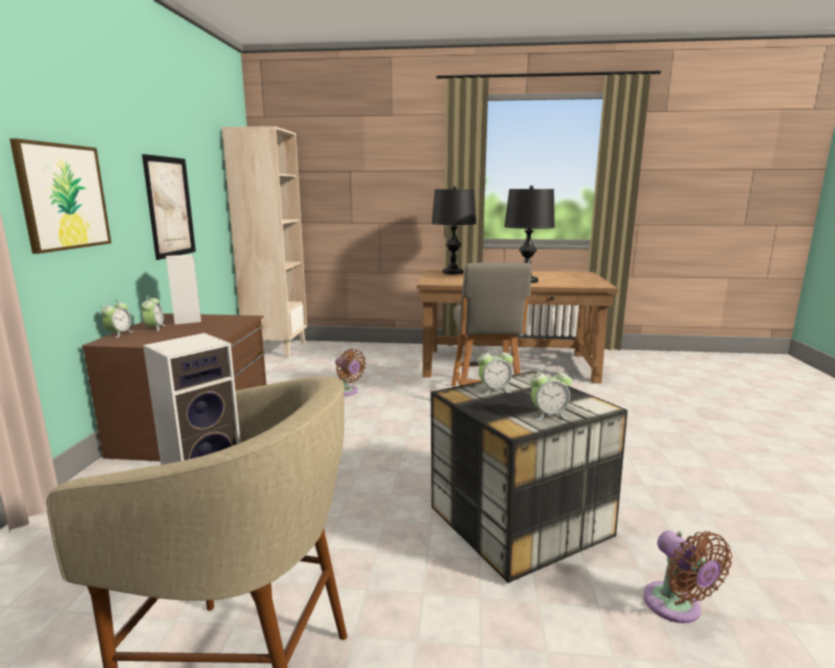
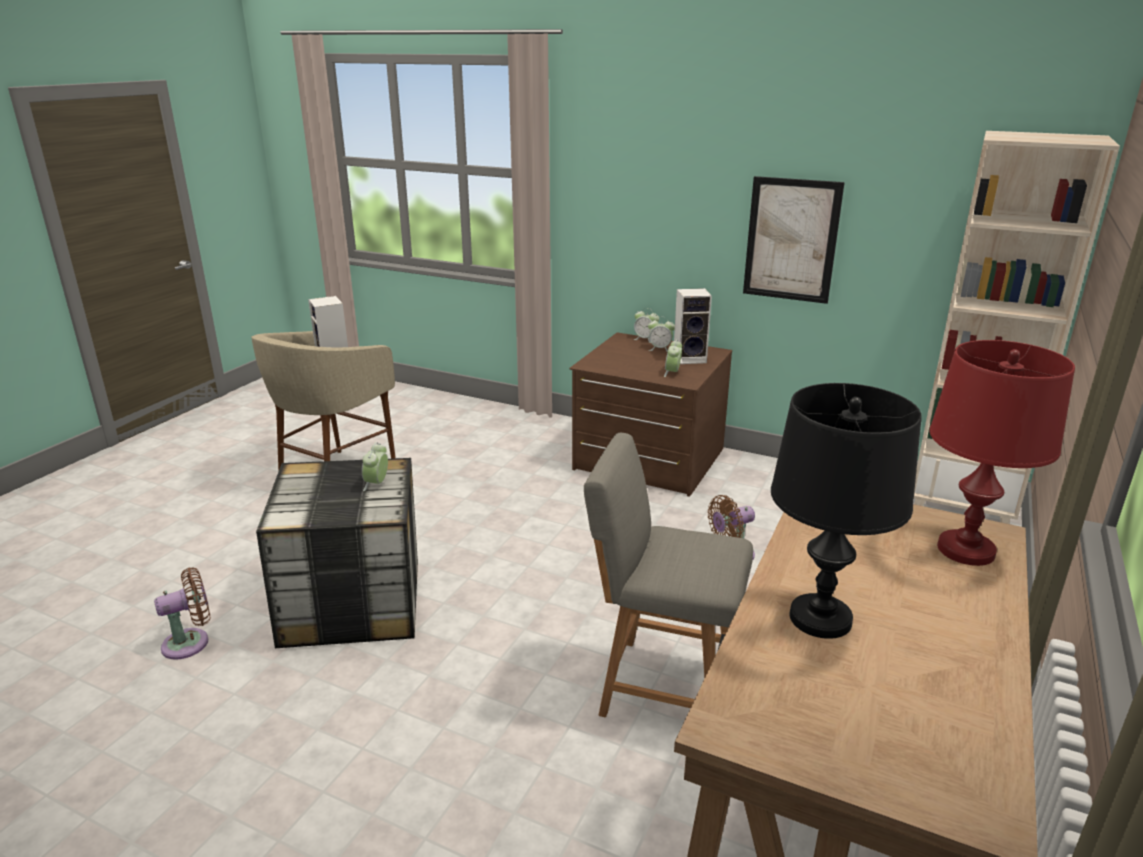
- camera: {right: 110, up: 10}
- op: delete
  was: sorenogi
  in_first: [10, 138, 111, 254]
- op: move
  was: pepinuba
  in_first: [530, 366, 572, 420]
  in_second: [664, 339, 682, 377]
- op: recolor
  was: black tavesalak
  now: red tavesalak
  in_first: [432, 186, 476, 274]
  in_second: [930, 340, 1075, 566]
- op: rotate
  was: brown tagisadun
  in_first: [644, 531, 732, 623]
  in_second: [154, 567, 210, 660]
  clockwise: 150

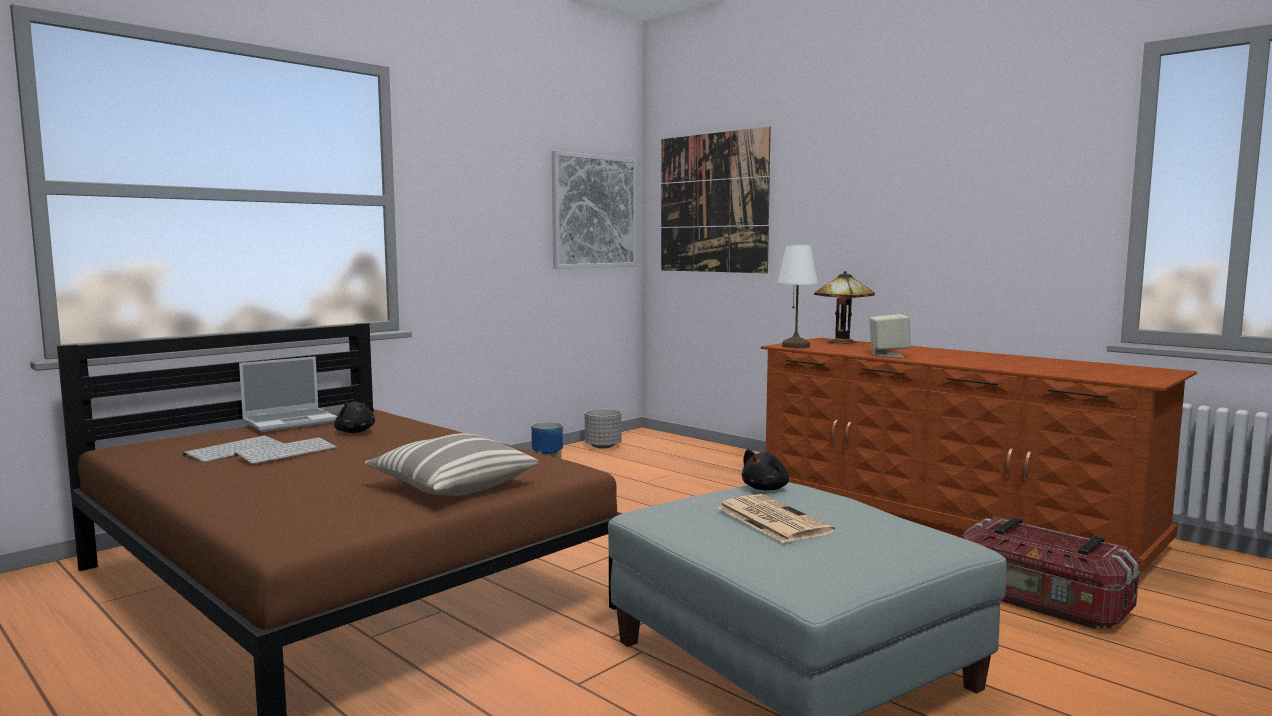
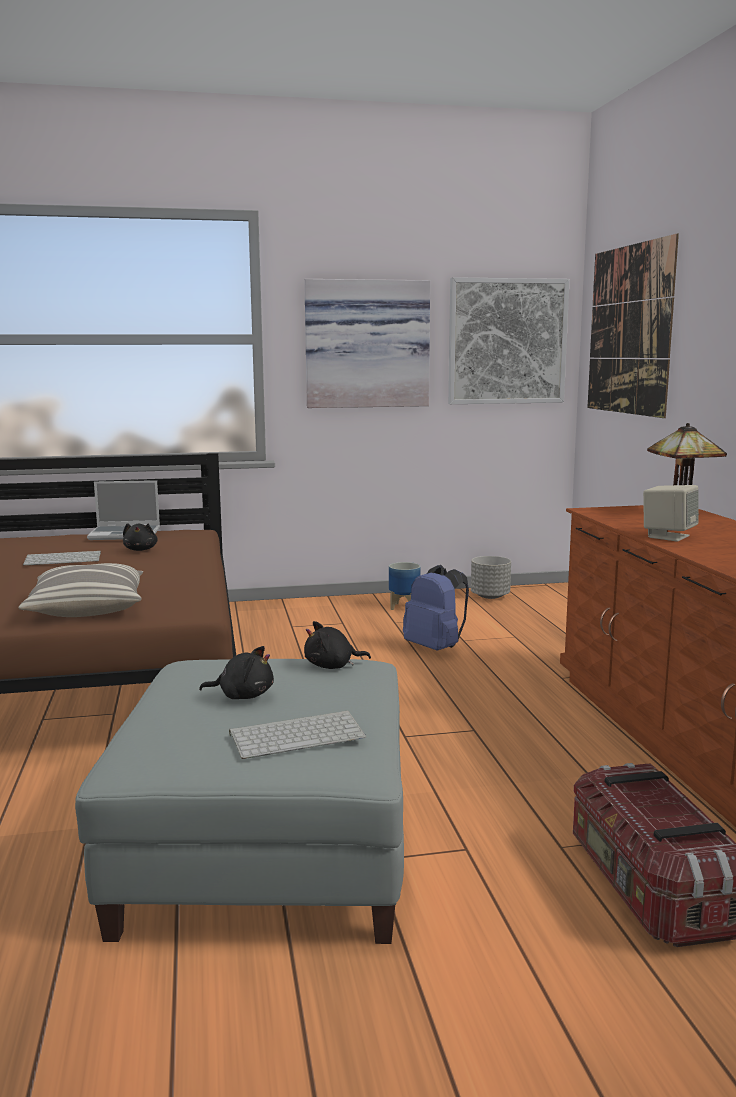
- camera: {right: 35, up: 5}
- op: delete
  was: white tavesalak
  in_first: [777, 245, 818, 348]
- op: insert
  now: sorenogi
  in_second: [304, 279, 430, 408]
- op: insert
  now: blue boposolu
  in_second: [403, 565, 469, 651]
- op: move
  was: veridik
  in_first: [182, 436, 284, 462]
  in_second: [229, 711, 366, 759]
- op: replace
  was: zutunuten
  now: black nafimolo
  in_first: [718, 494, 835, 543]
  in_second: [199, 646, 274, 699]

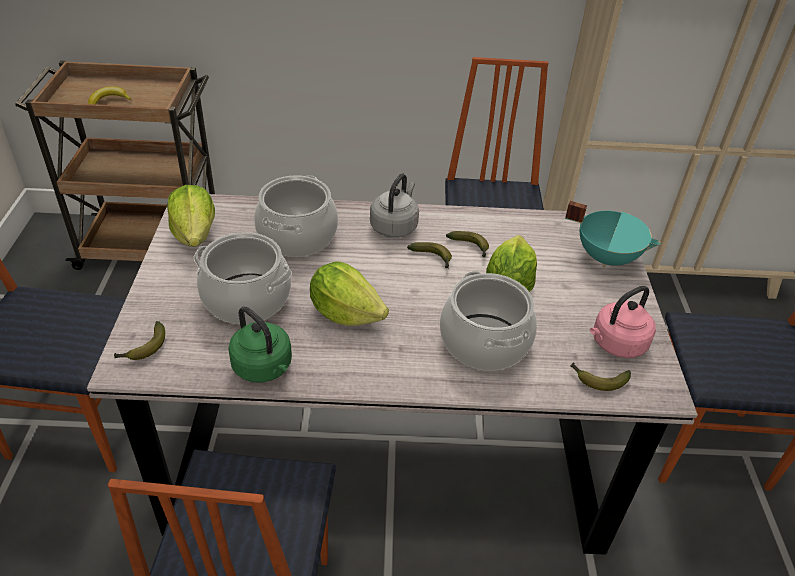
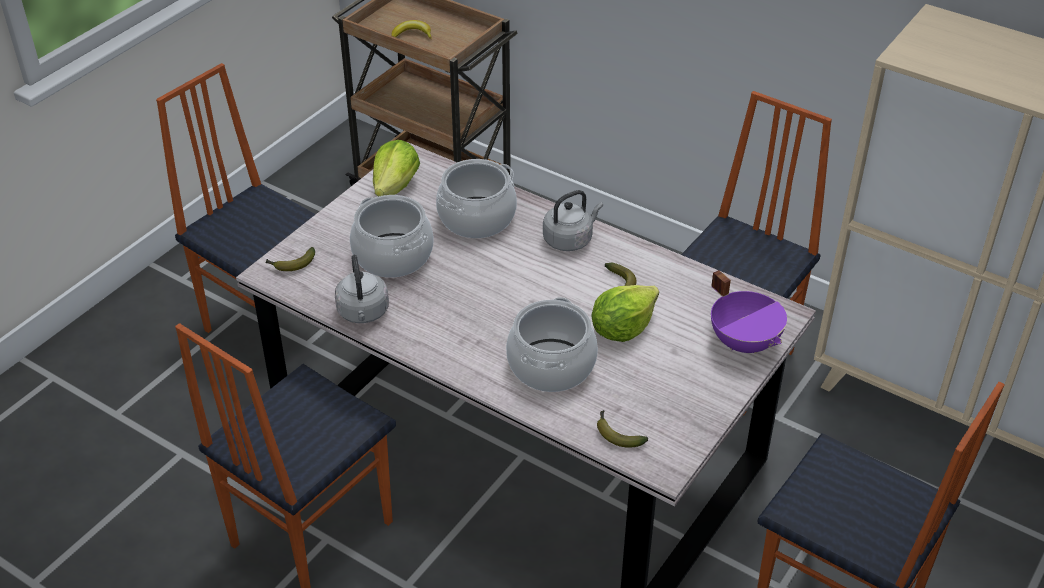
- camera: {right: 35, up: 0}
- op: delete
  was: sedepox
  in_first: [310, 262, 389, 326]
- op: delete
  was: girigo
  in_first: [407, 242, 452, 269]
- op: delete
  was: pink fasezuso
  in_first: [590, 286, 656, 358]
- op: recolor
  was: green fasezuso
  now: grey fasezuso
  in_first: [228, 307, 292, 383]
  in_second: [335, 255, 389, 323]
- op: recolor
  was: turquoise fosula
  now: purple fosula
  in_first: [565, 201, 661, 268]
  in_second: [711, 270, 787, 354]

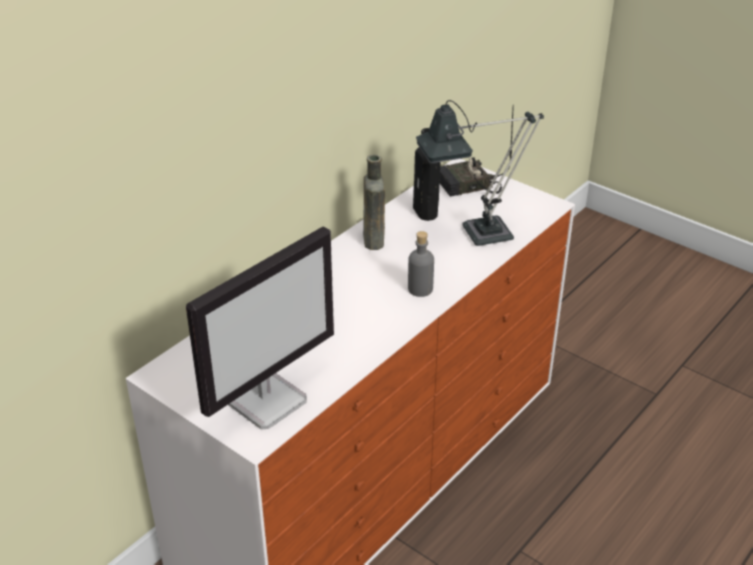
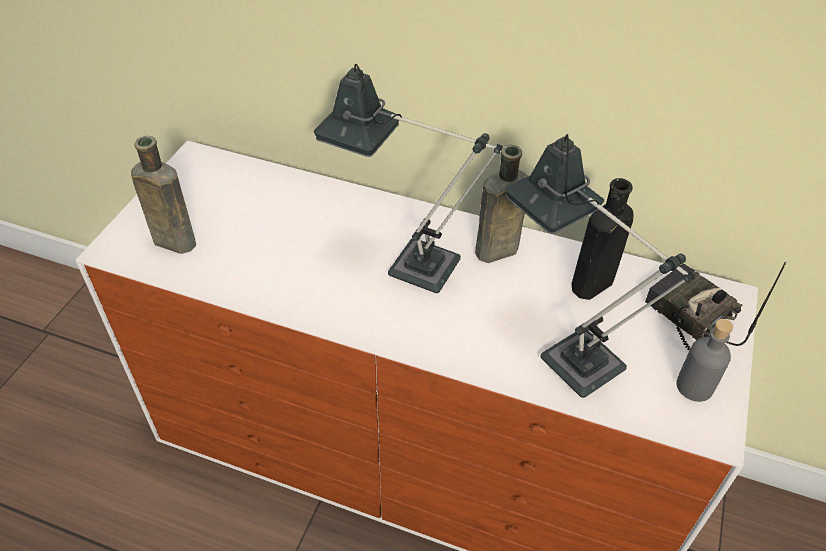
- camera: {right: 70, up: 10}
- op: insert
  now: tavesalak
  in_second: [314, 64, 502, 293]
- op: move
  was: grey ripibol
  in_first: [408, 231, 434, 297]
  in_second: [676, 319, 733, 402]
- op: replace
  was: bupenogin
  now: brown ripibol
  in_first: [186, 226, 334, 429]
  in_second: [131, 136, 196, 254]

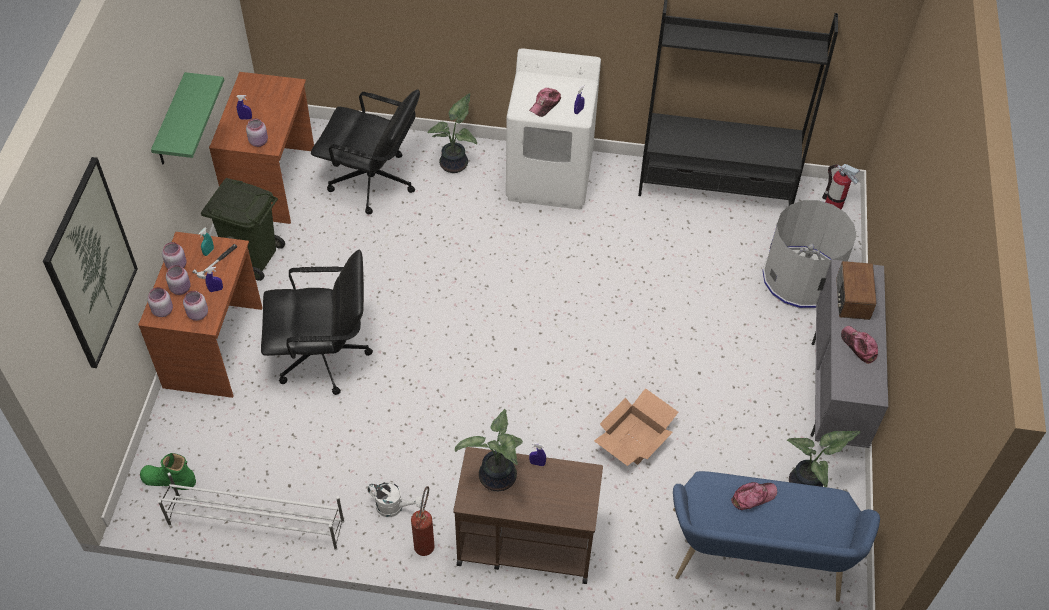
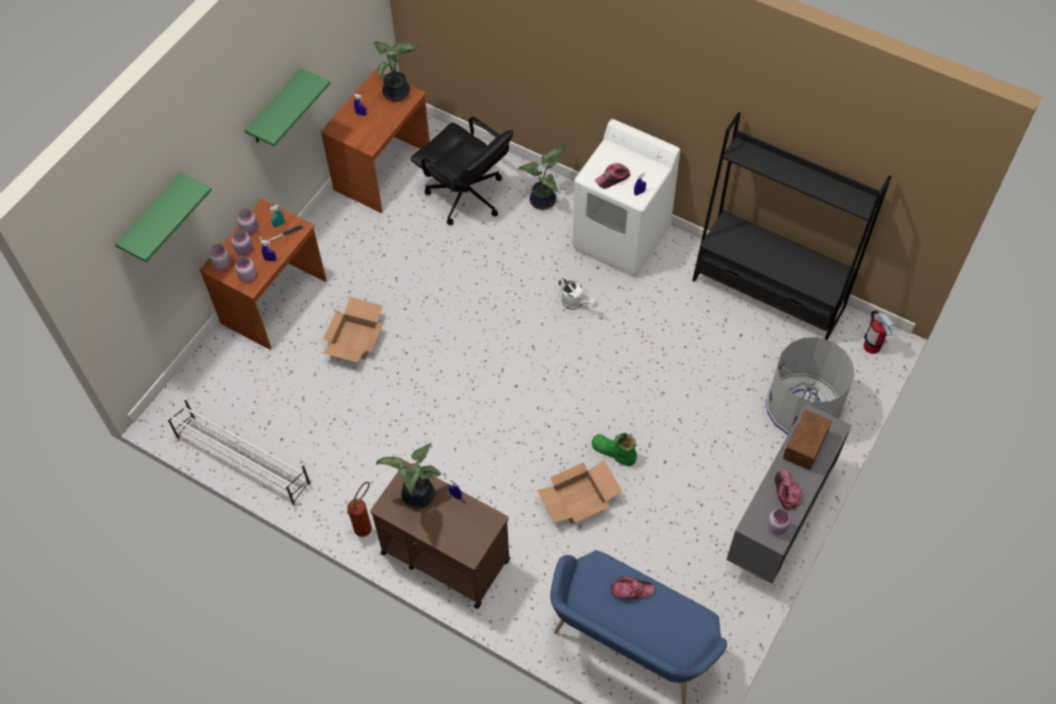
- camera: {right: 25, up: 5}
- op: delete
  was: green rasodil
  in_first: [201, 178, 285, 281]
- op: move
  was: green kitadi
  in_first: [140, 453, 196, 490]
  in_second: [592, 433, 637, 466]
- op: move
  was: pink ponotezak
  in_first: [246, 118, 268, 147]
  in_second: [767, 509, 791, 535]
- op: move
  was: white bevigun
  in_first: [367, 482, 424, 517]
  in_second: [559, 278, 598, 310]
- op: move
  was: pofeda
  in_first: [787, 431, 860, 487]
  in_second: [373, 41, 422, 101]
- op: replace
  was: sorenogi
  now: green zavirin
  in_first: [43, 157, 138, 368]
  in_second: [115, 173, 212, 262]
- op: replace
  was: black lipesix
  now: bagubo
  in_first: [261, 250, 373, 395]
  in_second: [323, 297, 384, 362]

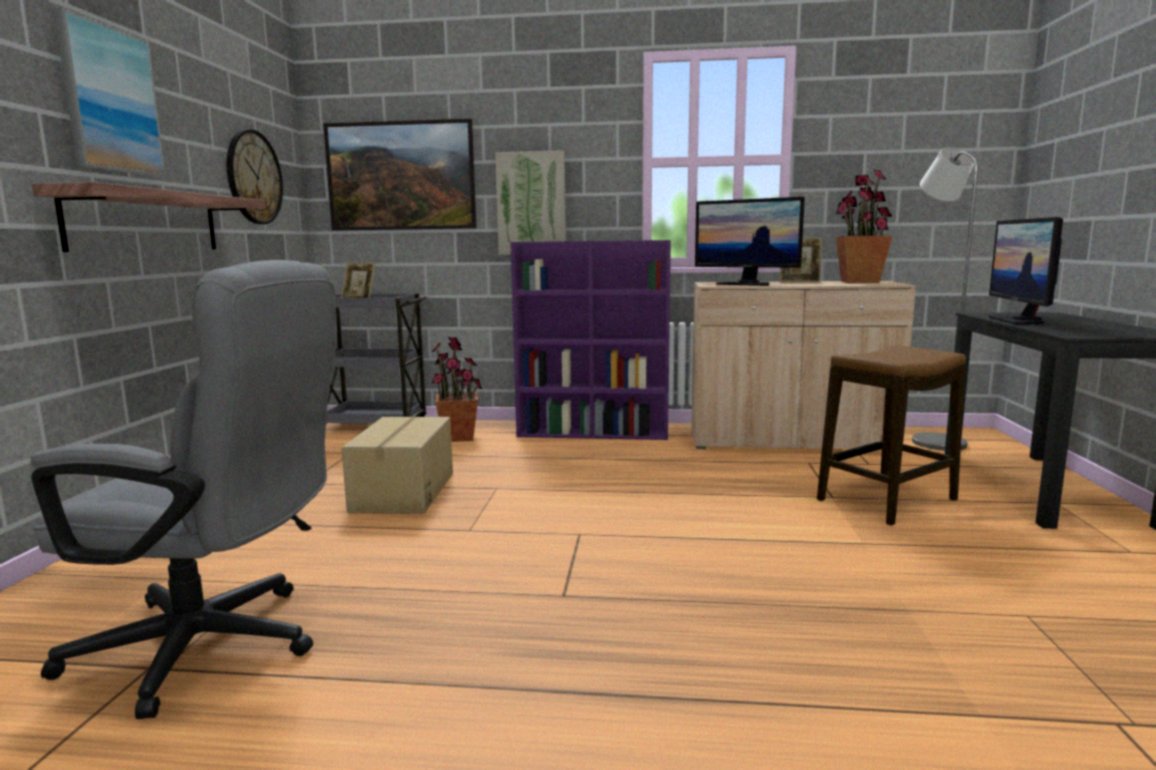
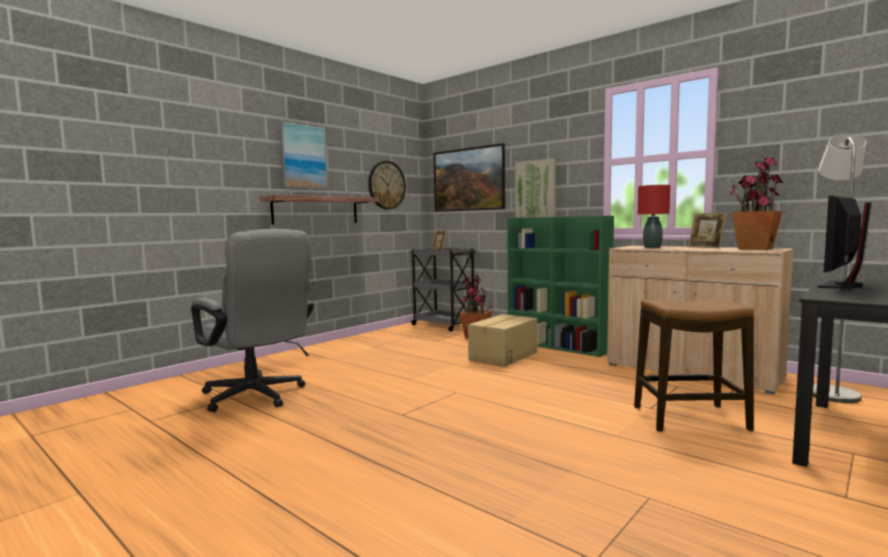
- camera: {right: 35, up: -5}
- op: move
  was: bagubo
  in_first: [342, 417, 453, 514]
  in_second: [468, 314, 537, 367]
- op: replace
  was: bupenogin
  now: red tavesalak
  in_first: [695, 197, 805, 286]
  in_second: [638, 185, 670, 248]
- op: recolor
  was: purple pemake
  now: green pemake
  in_first: [510, 240, 671, 440]
  in_second: [507, 216, 614, 357]

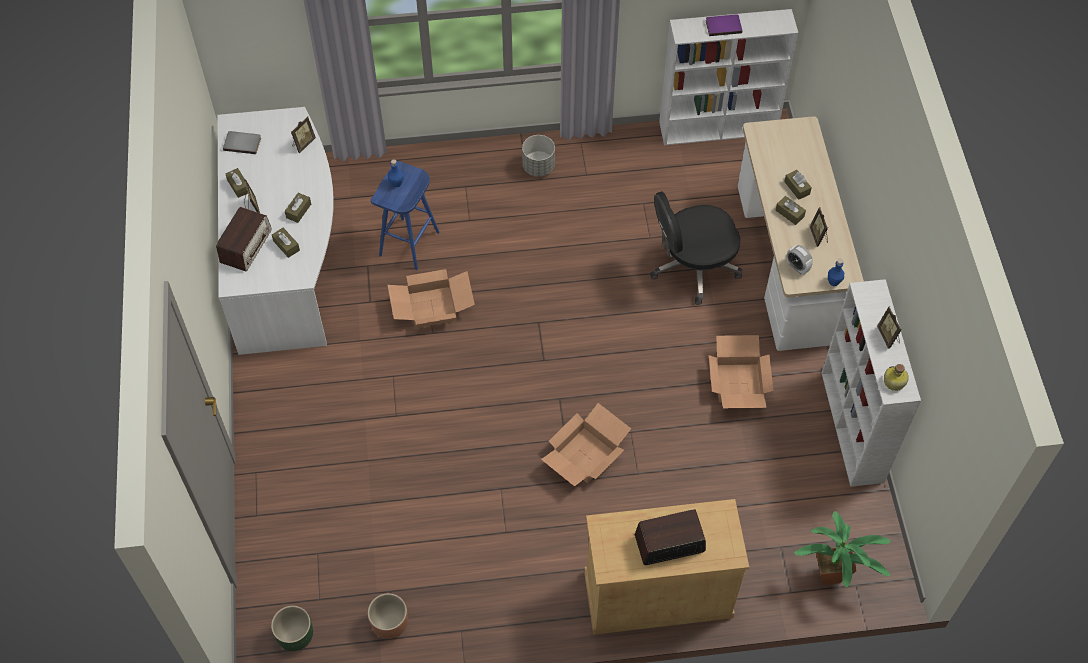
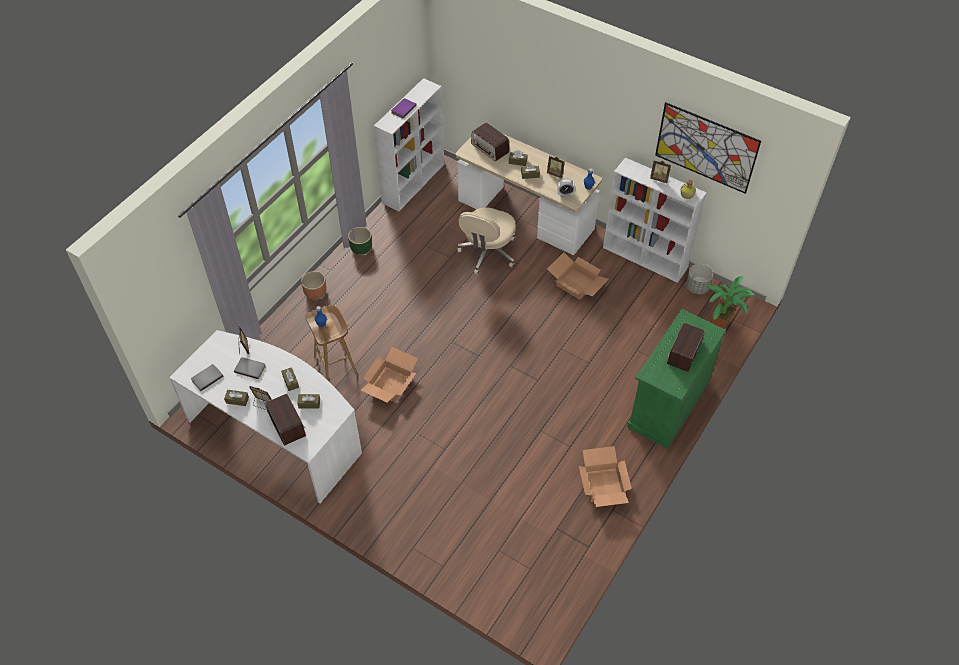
- camera: {right: -50, up: -5}
- op: insert
  now: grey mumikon
  in_second: [234, 357, 266, 379]
- op: insert
  now: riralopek
  in_second: [471, 123, 509, 161]
- op: insert
  now: sorenogi
  in_second: [655, 102, 761, 194]
- op: move
  was: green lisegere
  in_first: [271, 606, 313, 651]
  in_second: [348, 227, 372, 255]
- op: move
  was: brown lisegere
  in_first: [368, 593, 408, 639]
  in_second: [301, 271, 326, 300]
- op: move
  was: grey lisegere
  in_first: [522, 135, 555, 177]
  in_second: [686, 264, 713, 294]
- op: move
  was: bagubo
  in_first: [541, 403, 631, 487]
  in_second: [579, 446, 632, 507]
- op: recolor
  was: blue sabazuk
  now: brown sabazuk
  in_first: [370, 161, 440, 270]
  in_second: [305, 305, 358, 381]
- op: recolor
  was: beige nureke
  now: green nureke
  in_first: [584, 499, 749, 635]
  in_second: [627, 309, 726, 449]
- op: recolor
  was: black lipesix
  now: beige lipesix
  in_first: [650, 191, 743, 305]
  in_second: [457, 207, 516, 275]

